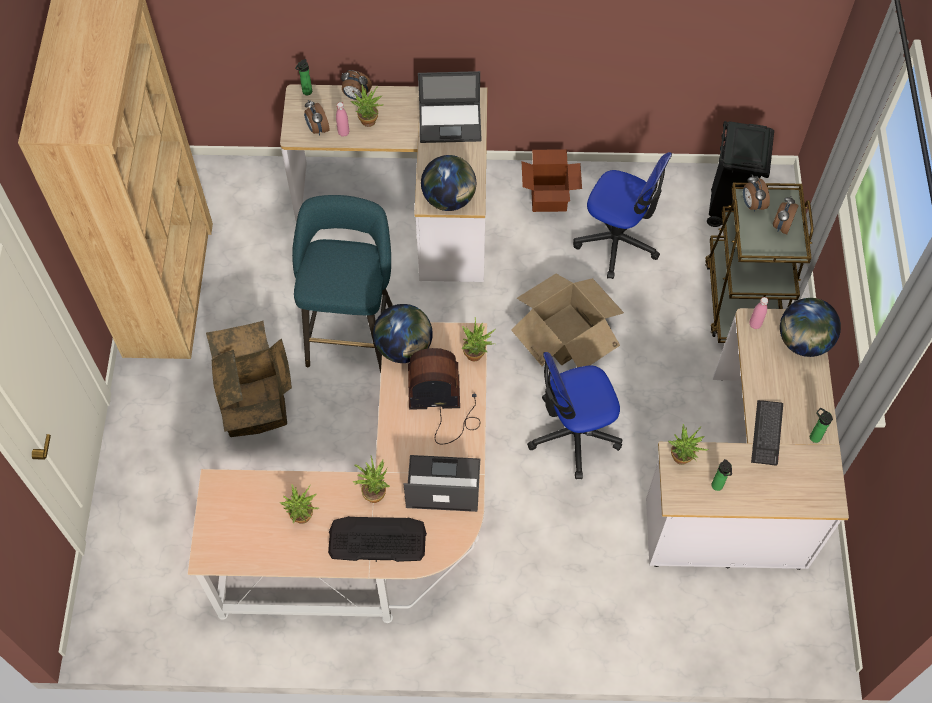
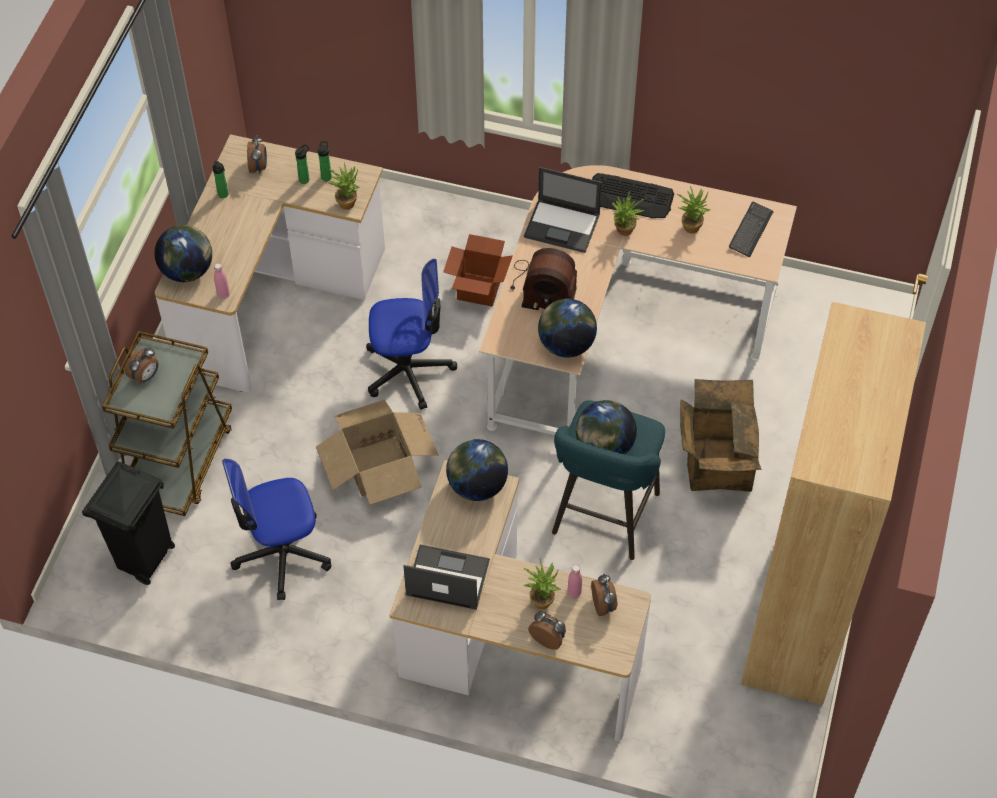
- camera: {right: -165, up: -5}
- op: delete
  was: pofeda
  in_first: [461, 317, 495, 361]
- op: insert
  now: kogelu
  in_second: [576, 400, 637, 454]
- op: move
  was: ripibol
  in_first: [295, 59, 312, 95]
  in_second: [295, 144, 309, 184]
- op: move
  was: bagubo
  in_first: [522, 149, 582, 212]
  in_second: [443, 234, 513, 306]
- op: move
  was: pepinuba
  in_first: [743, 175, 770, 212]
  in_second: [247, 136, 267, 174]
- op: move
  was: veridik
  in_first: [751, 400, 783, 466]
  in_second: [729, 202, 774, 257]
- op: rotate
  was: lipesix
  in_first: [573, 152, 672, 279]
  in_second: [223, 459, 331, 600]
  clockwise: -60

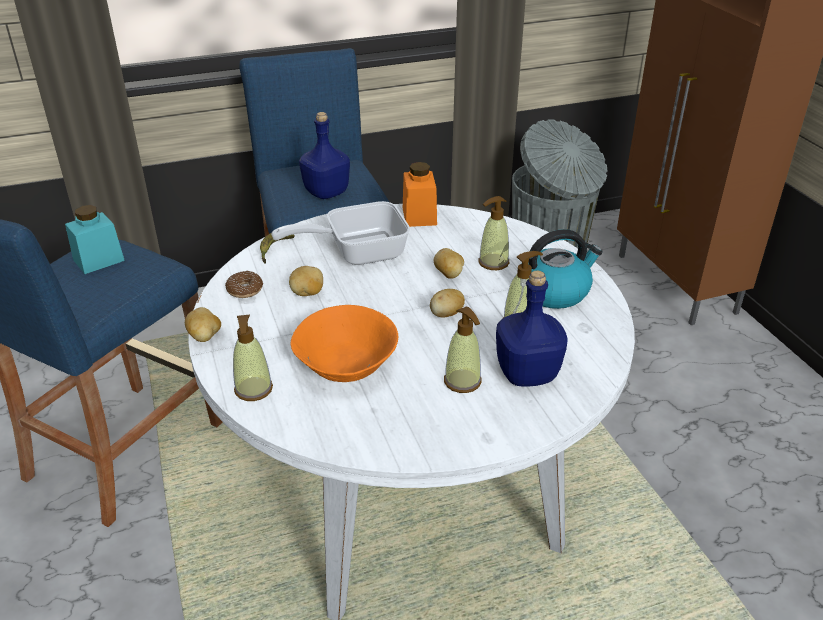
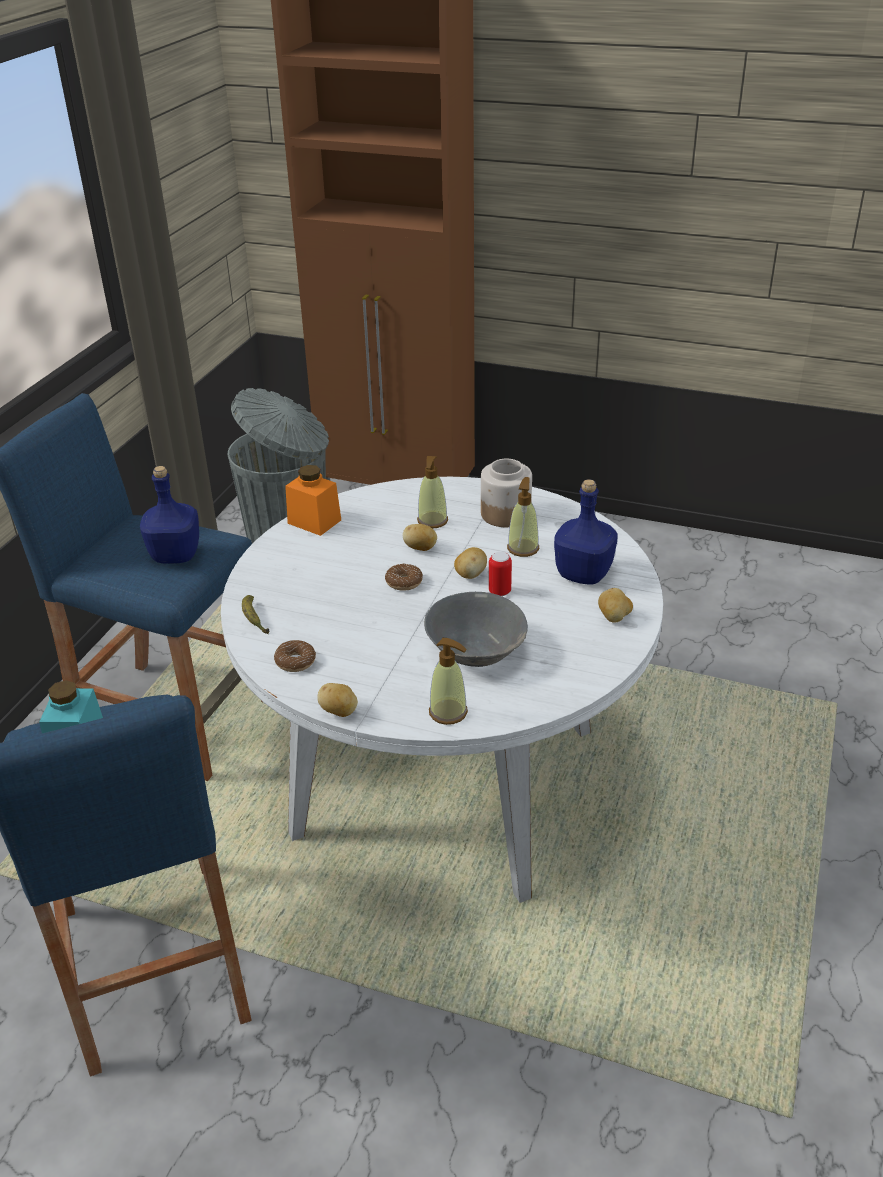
- camera: {right: -50, up: 0}
- op: delete
  was: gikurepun
  in_first: [271, 201, 410, 265]
- op: delete
  was: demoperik
  in_first: [444, 306, 482, 393]
- op: insert
  now: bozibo
  in_second: [385, 563, 423, 591]
- op: insert
  now: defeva
  in_second: [489, 552, 512, 596]
- op: move
  was: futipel
  in_first: [289, 266, 323, 296]
  in_second: [598, 588, 633, 623]
- op: replace
  was: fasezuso
  now: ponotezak
  in_first: [528, 229, 603, 309]
  in_second: [481, 459, 532, 527]
- op: recolor
  was: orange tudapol
  now: grey tudapol
  in_first: [291, 305, 398, 382]
  in_second: [424, 592, 528, 667]

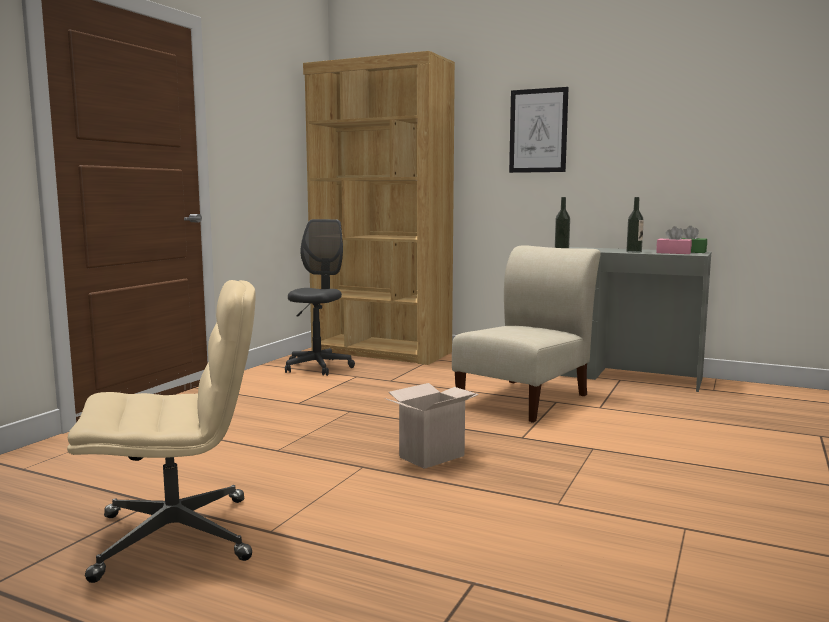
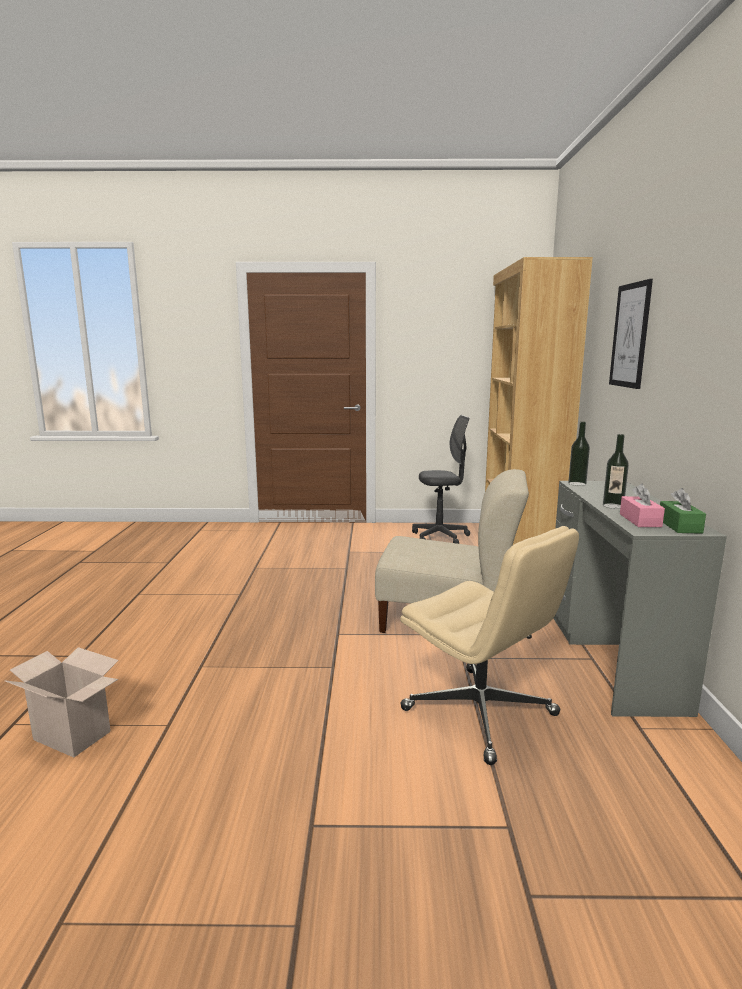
- camera: {right: 65, up: 5}
- op: move
  was: beige lipesix
  in_first: [67, 280, 256, 583]
  in_second: [400, 526, 579, 765]
- op: move
  was: bagubo
  in_first: [385, 383, 479, 469]
  in_second: [5, 647, 119, 758]

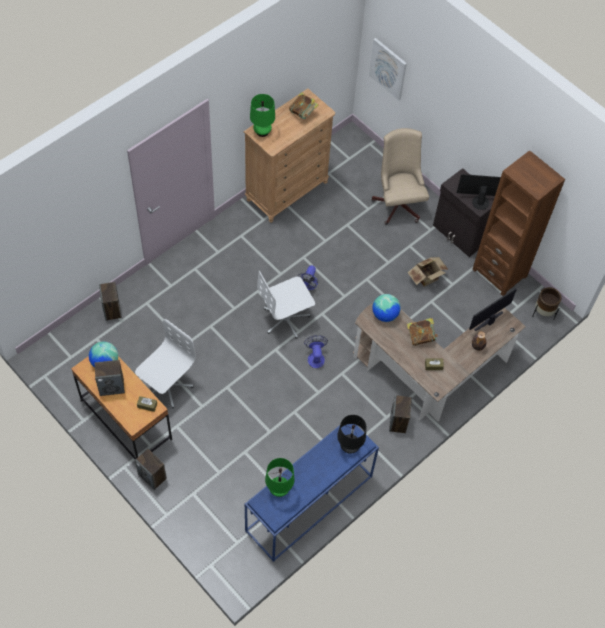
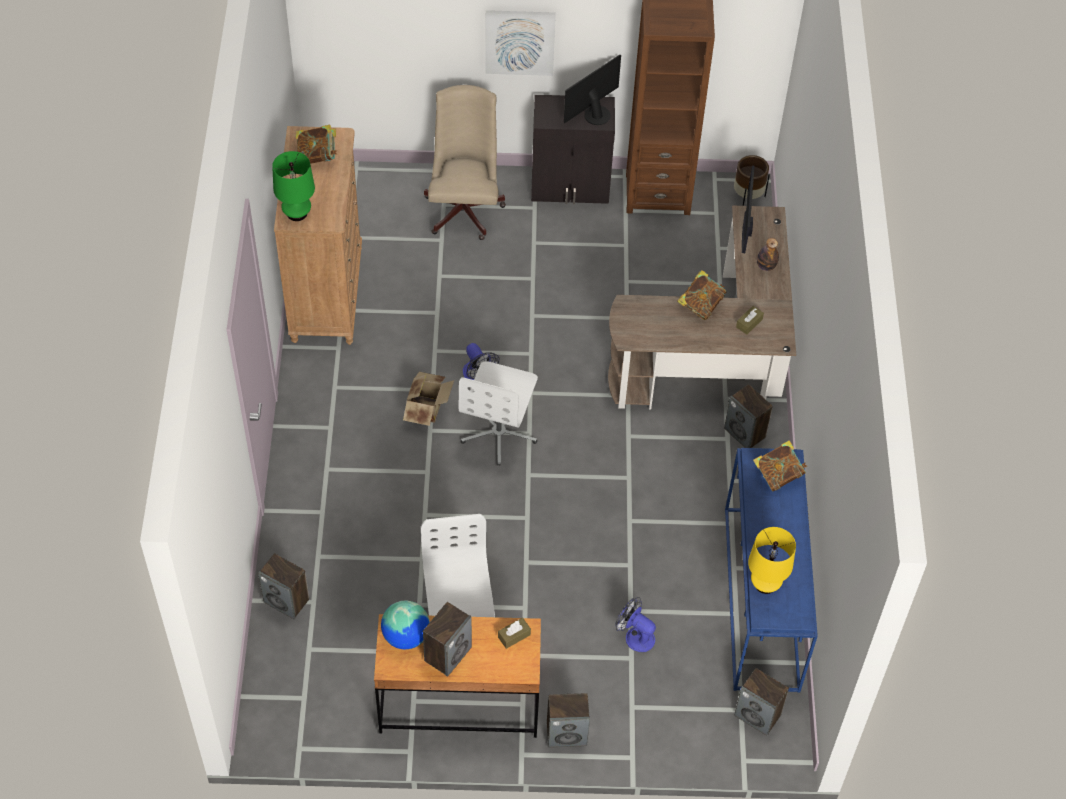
- camera: {right: -45, up: -5}
- op: delete
  was: kogelu
  in_first: [372, 294, 401, 322]
- op: insert
  now: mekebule
  in_second: [734, 668, 789, 736]
- op: move
  was: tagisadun
  in_first: [304, 335, 328, 368]
  in_second: [615, 597, 656, 652]
- op: move
  was: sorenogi
  in_first: [369, 38, 407, 100]
  in_second: [485, 10, 556, 76]
- op: move
  was: bagubo
  in_first: [407, 257, 448, 287]
  in_second: [403, 372, 454, 426]
- op: replace
  was: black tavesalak
  now: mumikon
  in_first: [337, 415, 367, 454]
  in_second: [753, 440, 807, 491]
- op: recolor
  was: green tavesalak
  now: yellow tavesalak
  in_first: [265, 458, 294, 497]
  in_second: [748, 527, 796, 594]
- op: rotate
  was: beige lipesix
  in_first: [371, 128, 429, 225]
  in_second: [424, 85, 506, 240]
  clockwise: 60

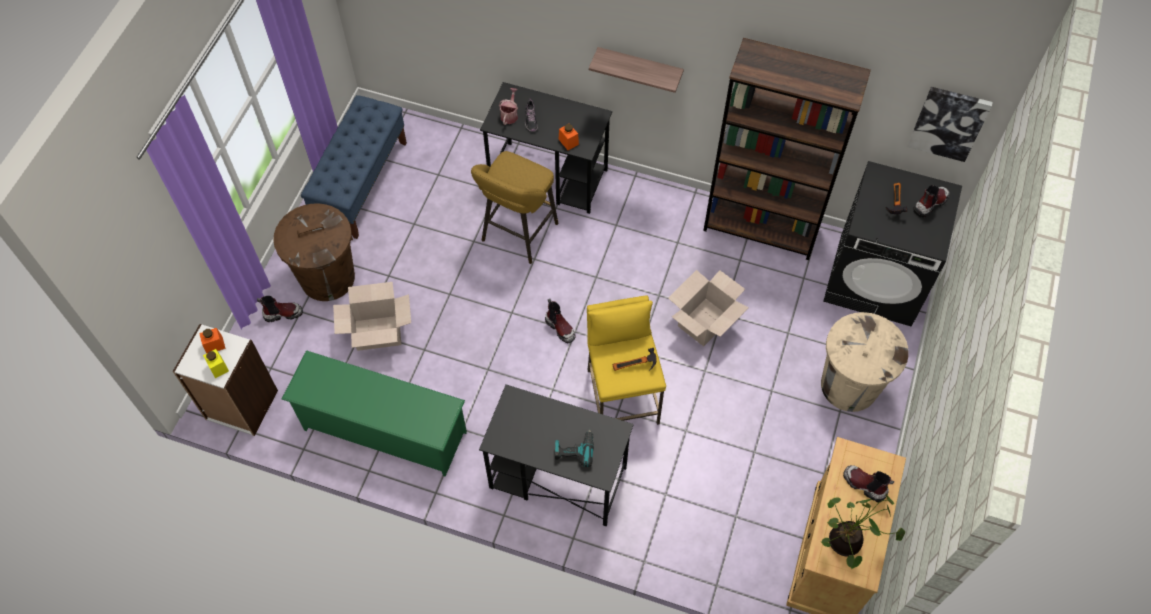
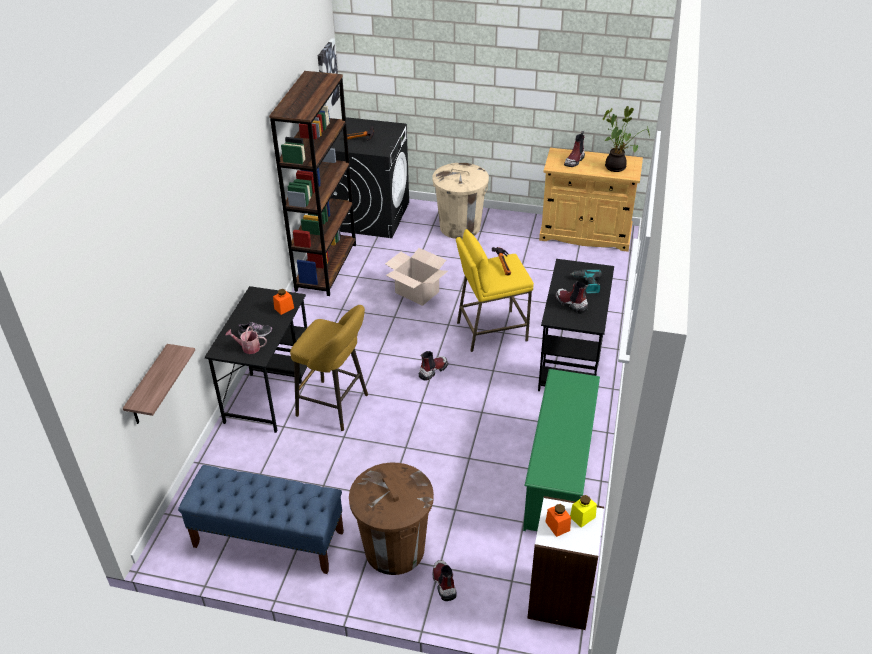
- camera: {right: -95, up: -20}
- op: delete
  was: bagubo
  in_first: [333, 282, 411, 351]
- op: move
  was: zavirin
  in_first: [589, 47, 684, 93]
  in_second: [123, 344, 195, 424]
- op: move
  was: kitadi
  in_first: [913, 185, 949, 218]
  in_second: [555, 282, 588, 314]

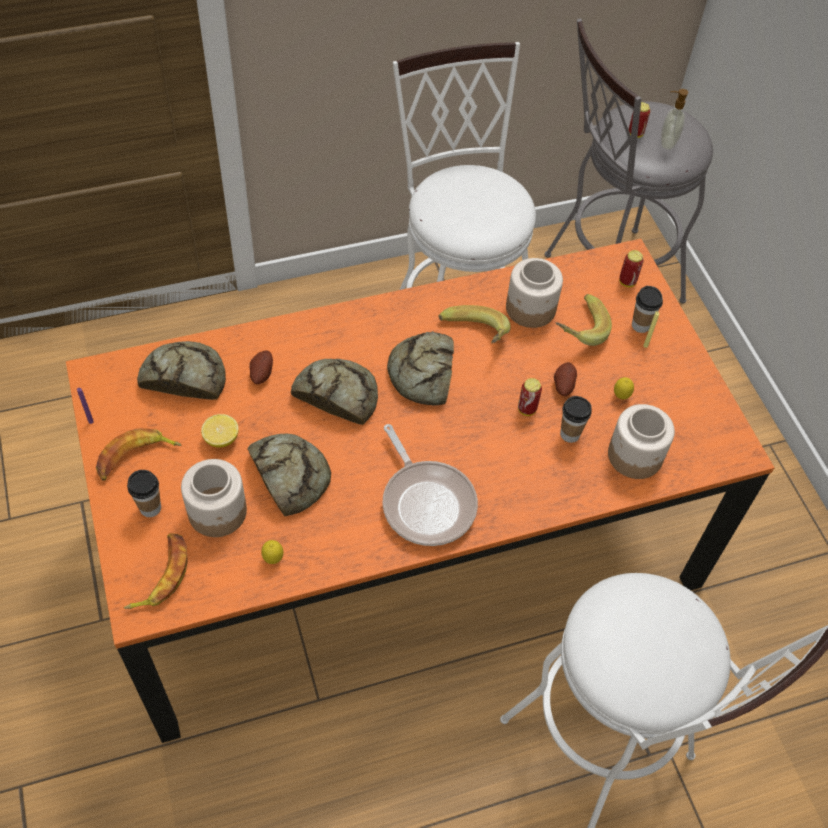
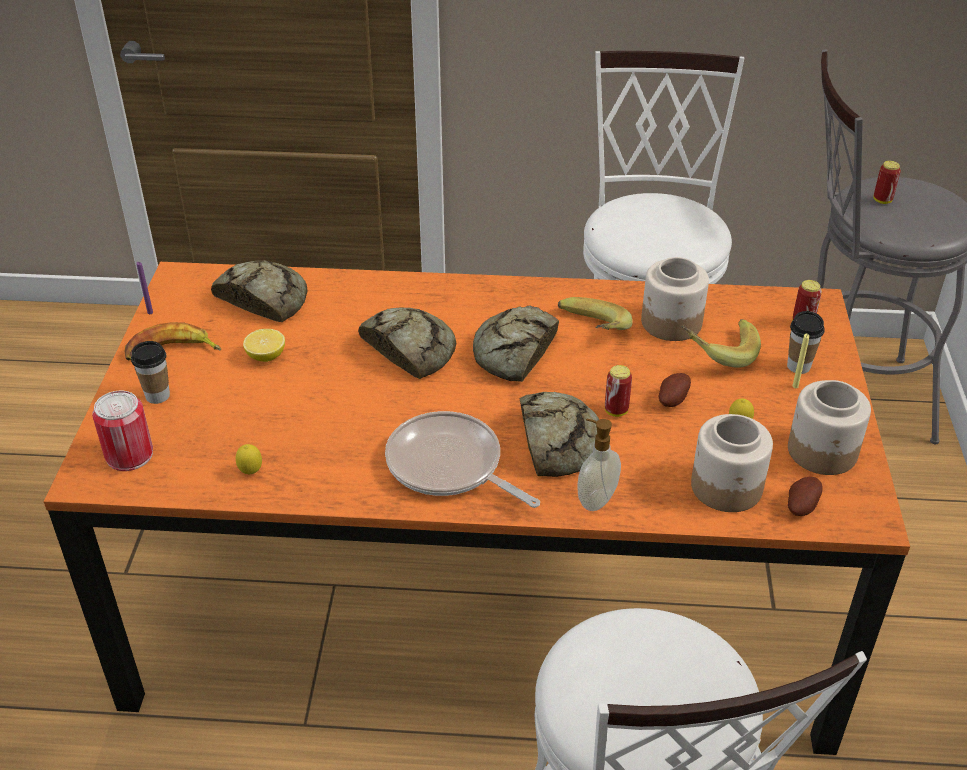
- camera: {right: 25, up: -15}
- op: delete
  was: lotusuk
  in_first: [560, 396, 592, 443]
- op: move
  was: ponotezak
  in_first: [181, 459, 247, 537]
  in_second: [788, 380, 871, 475]
- op: move
  was: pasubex
  in_first: [247, 433, 331, 516]
  in_second: [519, 392, 600, 477]
- op: move
  was: futipel
  in_first: [249, 350, 273, 384]
  in_second: [788, 477, 823, 516]
- op: move
  was: demoperik
  in_first: [661, 89, 688, 150]
  in_second: [577, 419, 621, 511]
- op: replace
  was: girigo
  now: defeva
  in_first: [124, 533, 188, 609]
  in_second: [92, 391, 153, 471]
- op: rotate
  was: gikurepun
  in_first: [382, 424, 478, 546]
  in_second: [385, 411, 540, 508]
  clockwise: 135

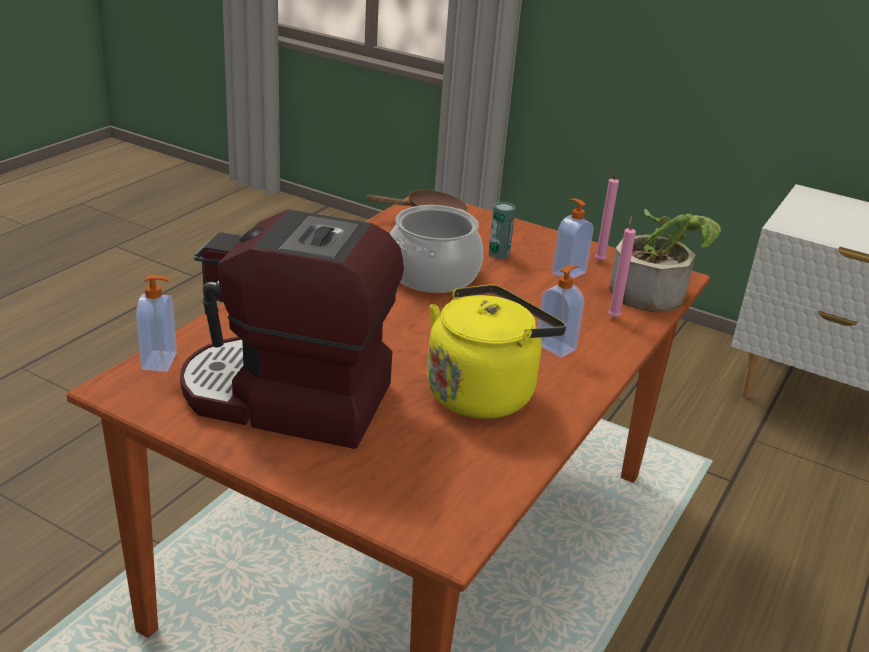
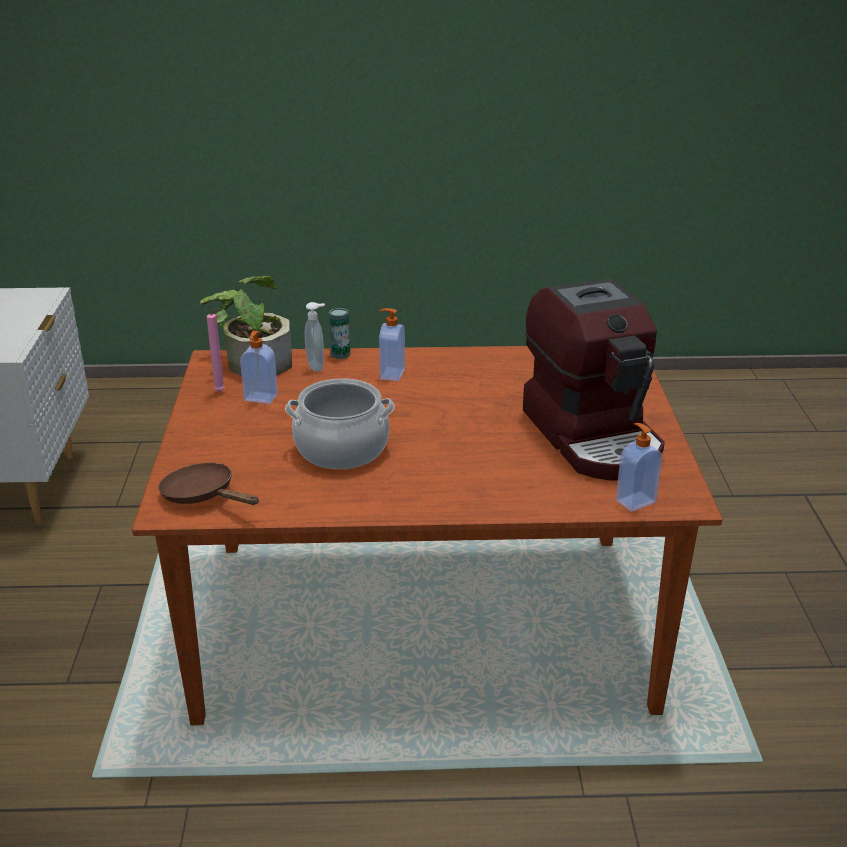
- camera: {right: -120, up: 0}
- op: delete
  was: yellow fasezuso
  in_first: [427, 284, 566, 419]
- op: move
  was: defeva
  in_first: [489, 202, 515, 259]
  in_second: [329, 308, 350, 359]
- op: replace
  was: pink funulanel
  now: demoperik
  in_first: [608, 216, 636, 318]
  in_second: [305, 302, 325, 372]

